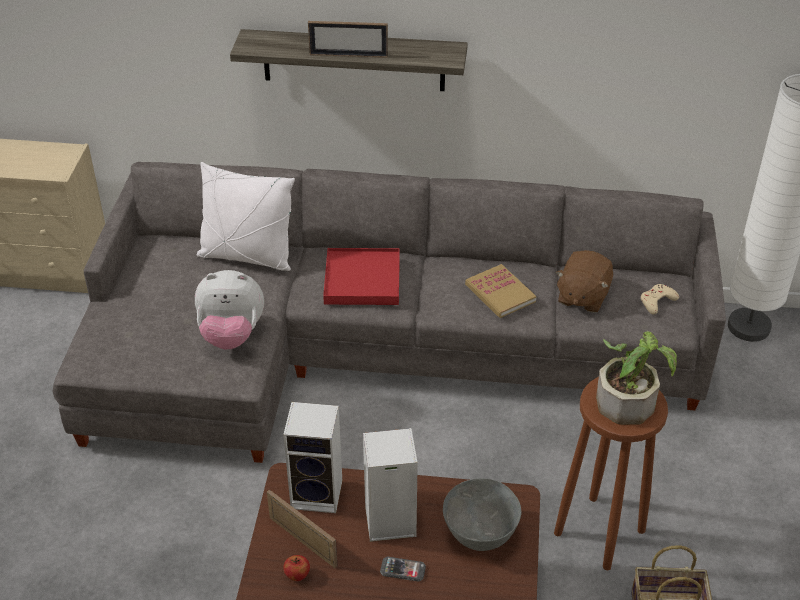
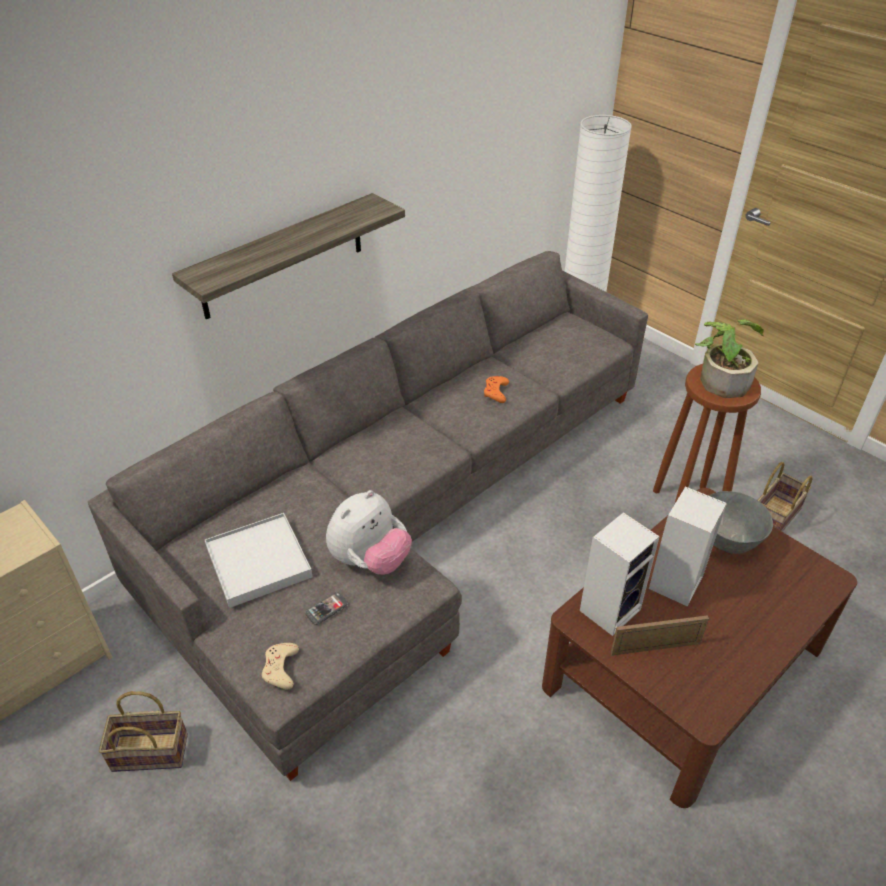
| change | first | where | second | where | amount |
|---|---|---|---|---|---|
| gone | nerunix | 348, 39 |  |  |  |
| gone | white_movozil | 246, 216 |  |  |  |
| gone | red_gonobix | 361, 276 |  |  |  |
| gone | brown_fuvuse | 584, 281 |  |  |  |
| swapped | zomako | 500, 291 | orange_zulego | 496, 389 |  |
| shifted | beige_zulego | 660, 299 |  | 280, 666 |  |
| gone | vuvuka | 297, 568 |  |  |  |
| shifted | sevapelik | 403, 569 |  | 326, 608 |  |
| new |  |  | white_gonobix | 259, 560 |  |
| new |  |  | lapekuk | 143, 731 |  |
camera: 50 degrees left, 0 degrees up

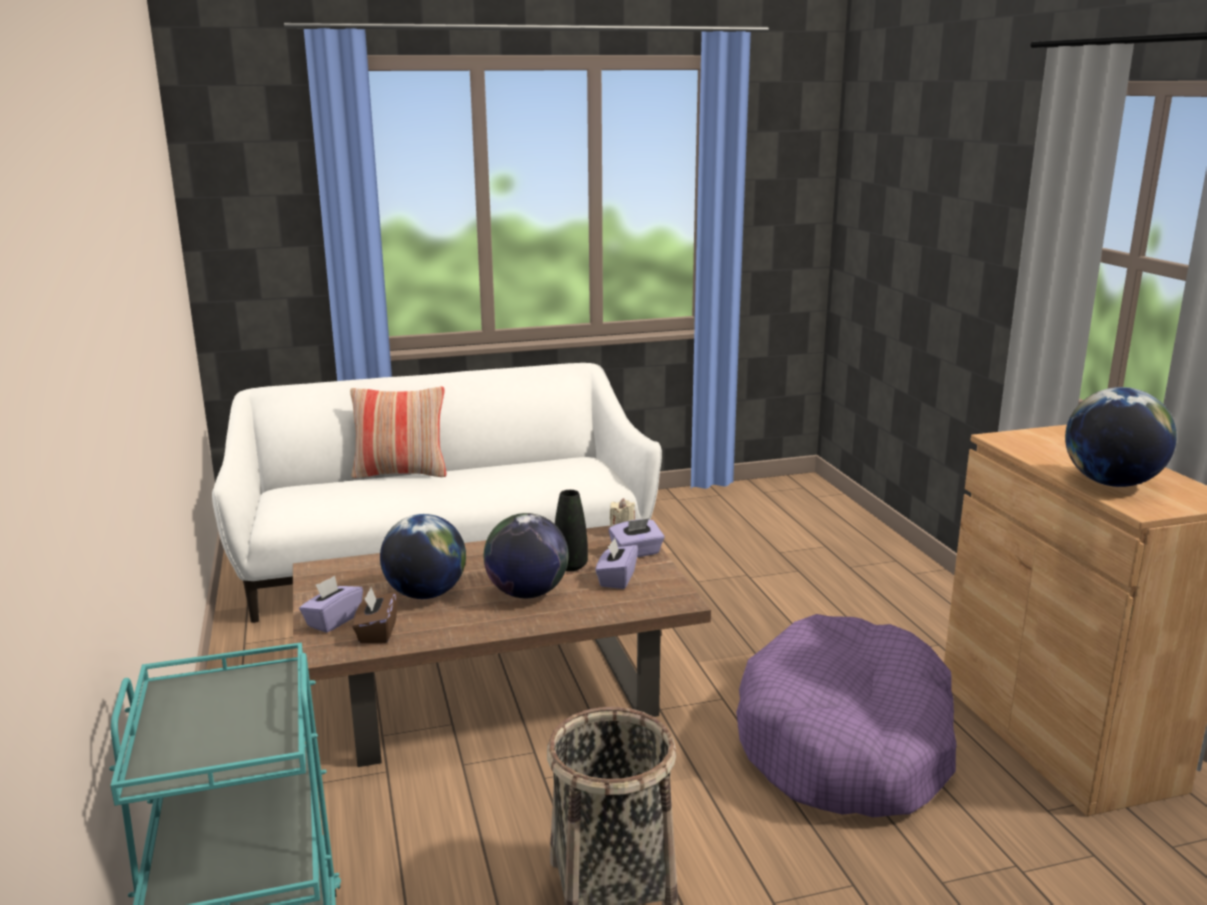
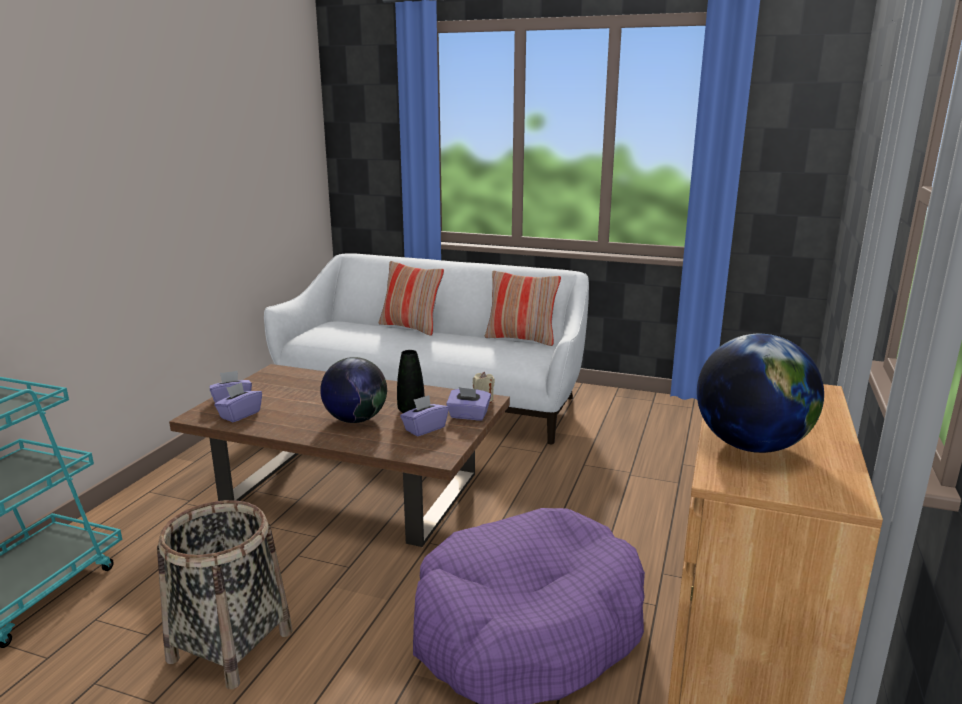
| change | first | where | second | where | amount |
|---|---|---|---|---|---|
| gone | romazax | 423, 556 |  |  |  |
| repainted | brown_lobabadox | 375, 615 | purple_lobabadox | 238, 402 |  |
| new |  |  | movozil | 523, 308 |  |
camera: 35 degrees right, 0 degrees up

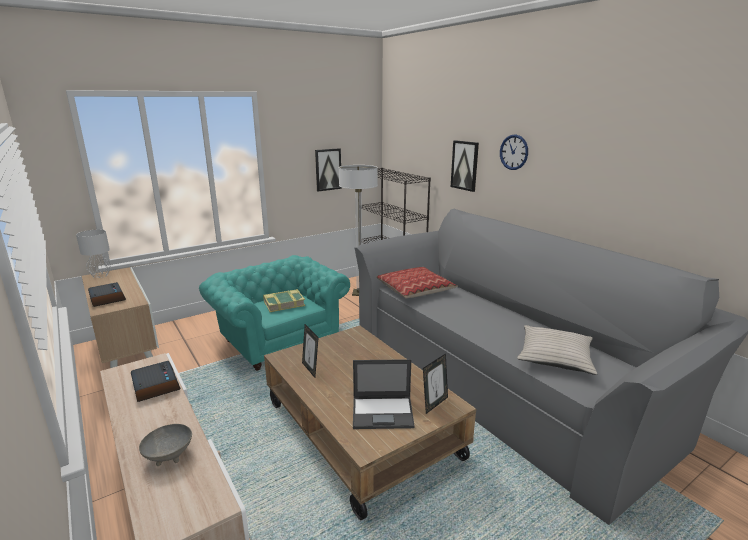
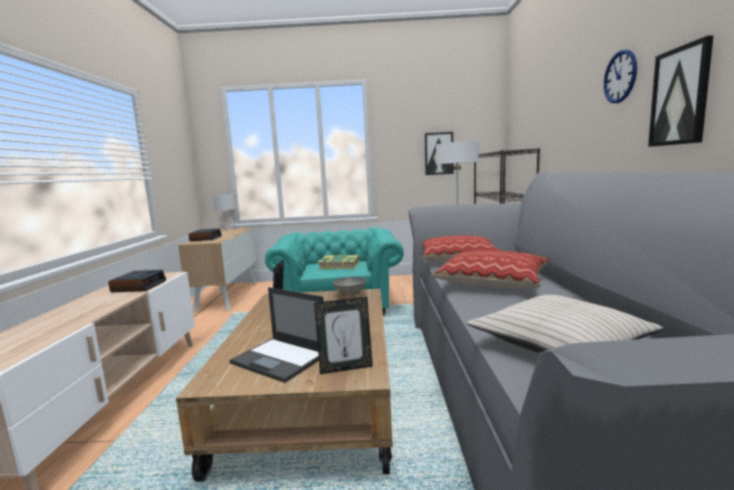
| change | first | where | second | where | amount |
|---|---|---|---|---|---|
| shifted | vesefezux | 465, 166 |  | 681, 91 |  |
| shifted | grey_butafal | 165, 445 |  | 349, 287 |  |
| new |  |  | movozil | 491, 269 |  |
camera: 35 degrees right, 10 degrees down

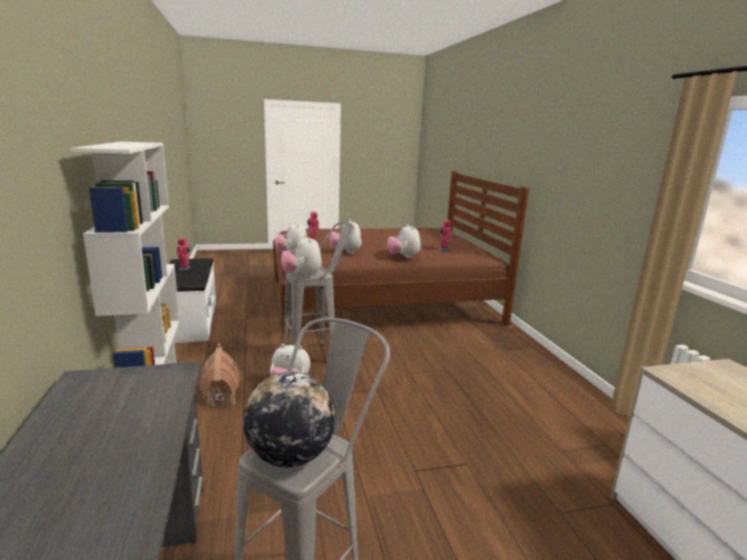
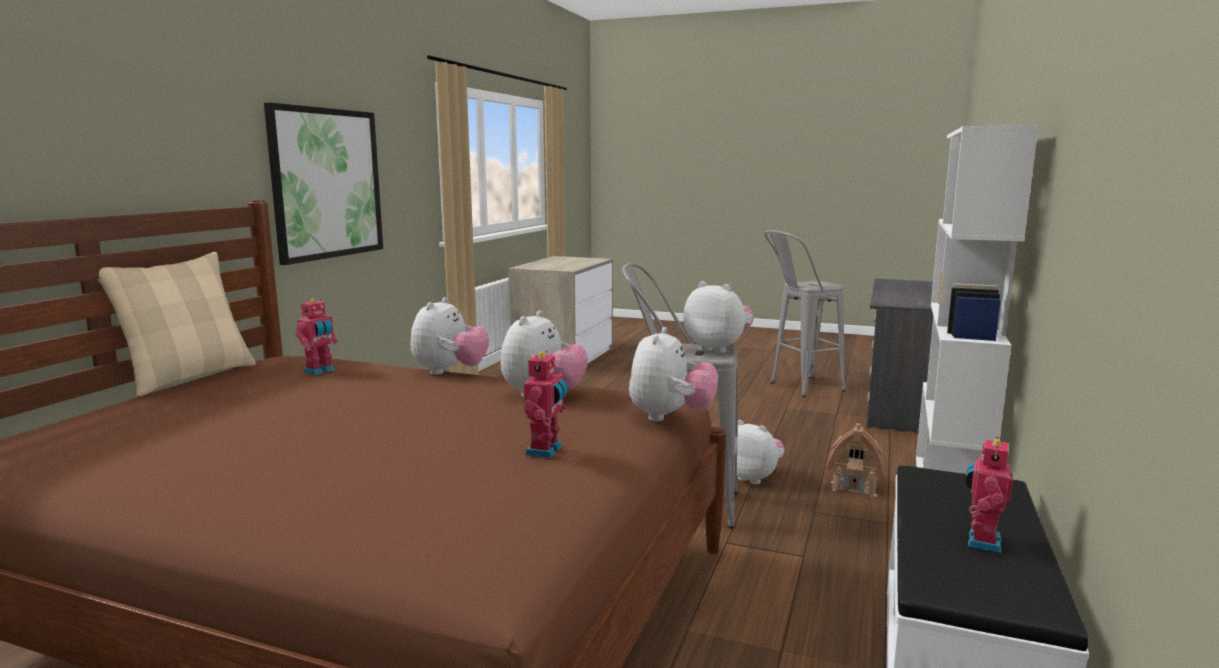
| change | first | where | second | where | amount |
|---|---|---|---|---|---|
| rotated | fuvuse | 301, 256 |  | 718, 317 | 60 degrees counterclockwise |
| gone | romazax | 289, 419 |  |  |  |
| new |  |  | vesefezux | 323, 183 |  |
| new |  |  | beige_movozil | 176, 324 |  |
camera: 145 degrees left, 5 degrees down

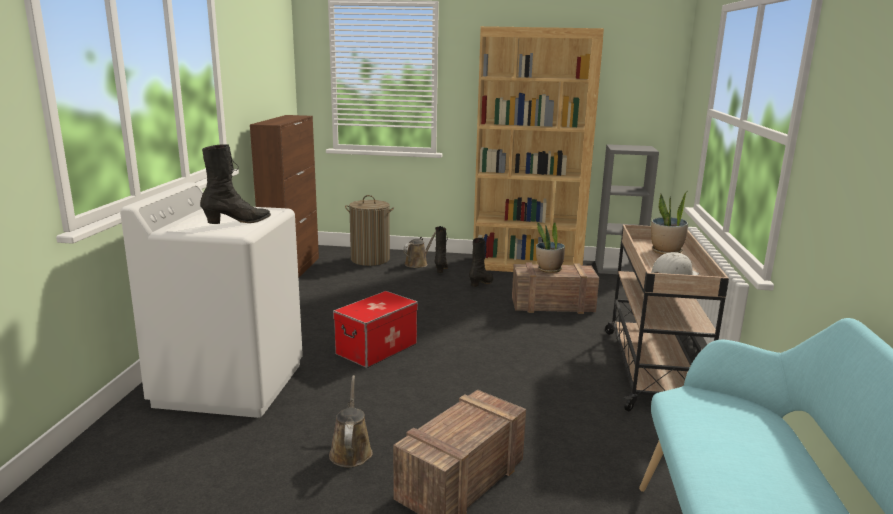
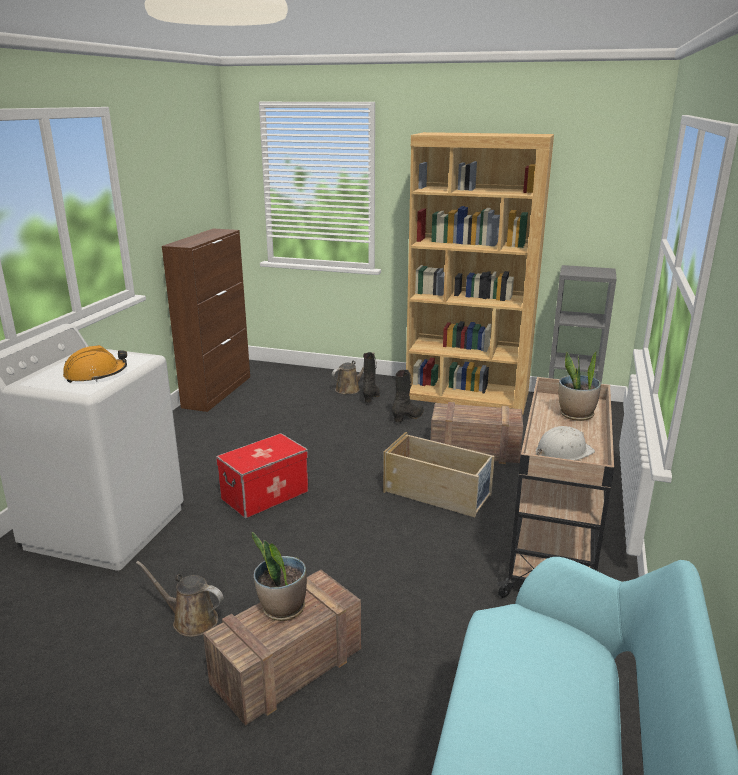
| change | first | where | second | where | amount |
|---|---|---|---|---|---|
| swapped | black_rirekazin | 235, 184 | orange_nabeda | 95, 364 |  |
| gone | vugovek | 369, 230 |  |  |  |
| shifted | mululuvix | 550, 247 |  | 279, 576 |  |
| rotated | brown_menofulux | 351, 421 |  | 180, 599 | 75 degrees counterclockwise |
| new |  |  | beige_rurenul | 439, 474 |  |
camera: 10 degrees right, 5 degrees up

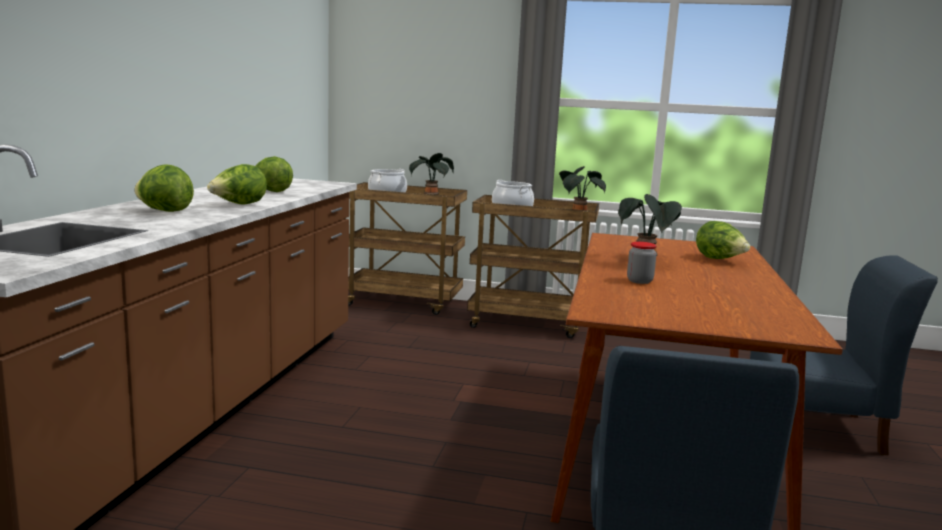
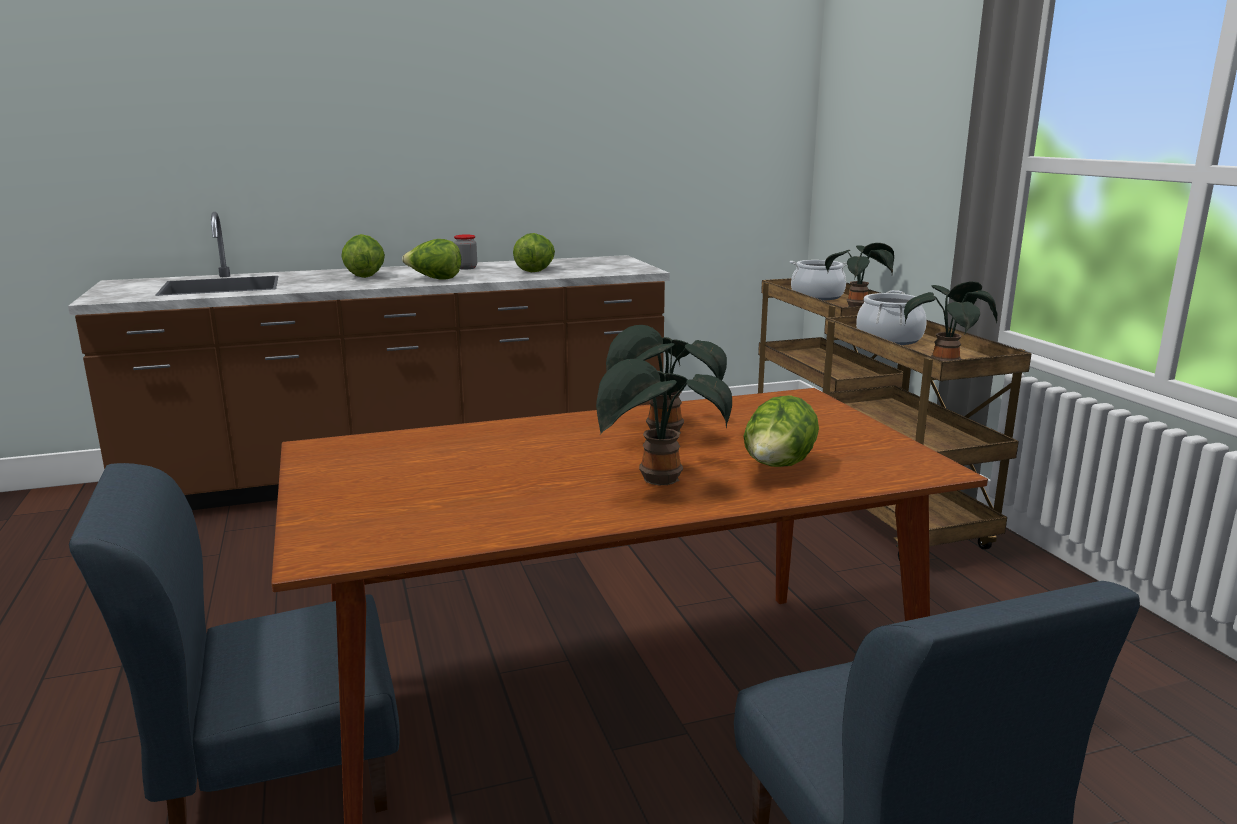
| change | first | where | second | where | amount |
|---|---|---|---|---|---|
| shifted | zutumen | 642, 263 |  | 465, 251 |  |
| new |  |  | mululuvix | 664, 422 |  |
camera: 60 degrees right, 5 degrees up

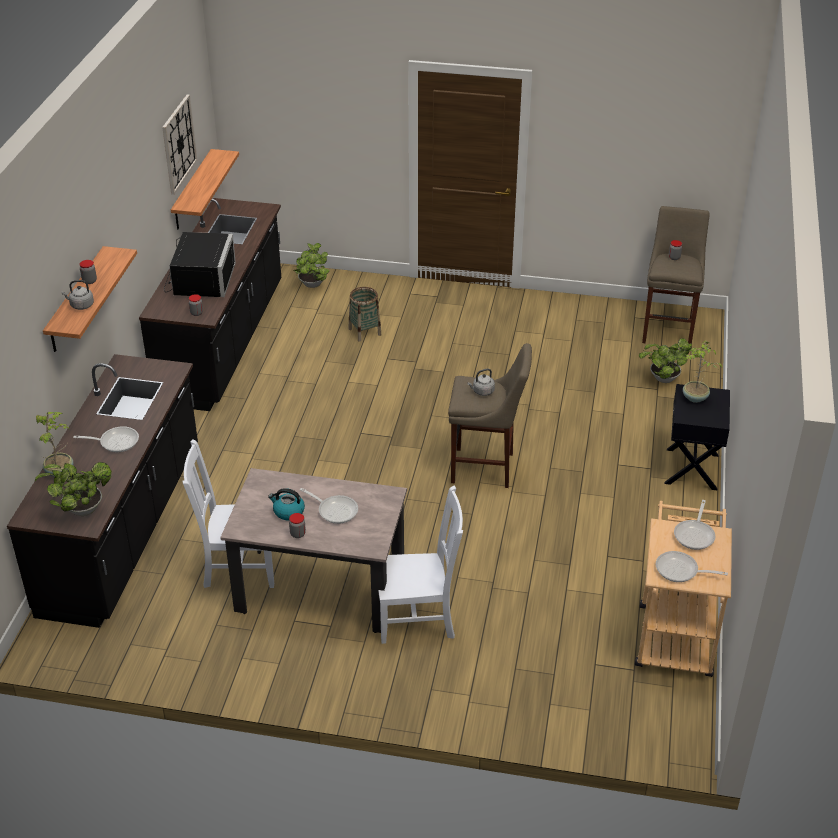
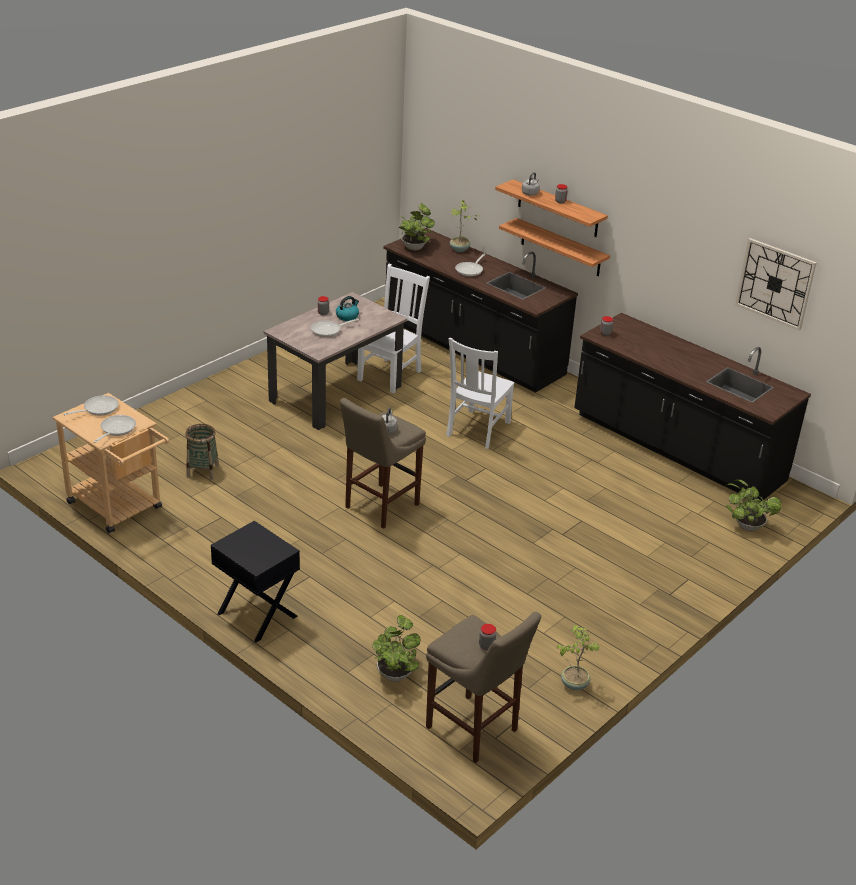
| change | first | where | second | where | amount |
|---|---|---|---|---|---|
| shifted | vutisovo | 205, 189 |  | 554, 247 |  |
| gone | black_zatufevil | 200, 264 |  |  |  |
| shifted | lapekuk | 364, 314 |  | 202, 452 |  |
| shifted | mululuvix | 702, 371 |  | 578, 658 |  |
| shifted | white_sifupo | 420, 565 |  | 480, 393 |  |
| rotated | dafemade | 695, 525 |  | 115, 429 | 60 degrees clockwise |
camera: 120 degrees right, 5 degrees down

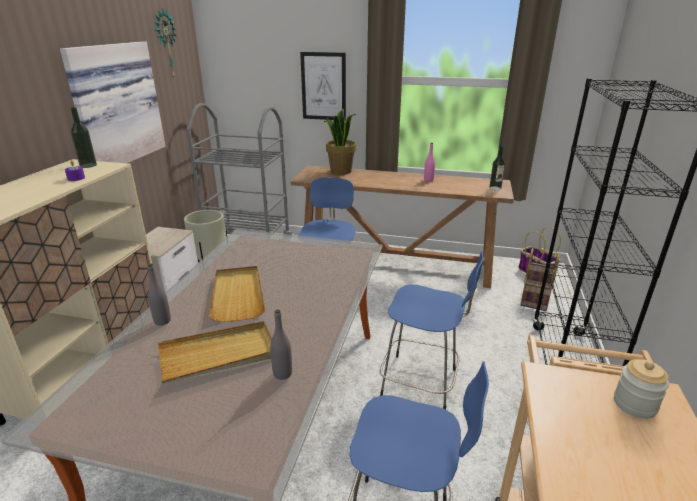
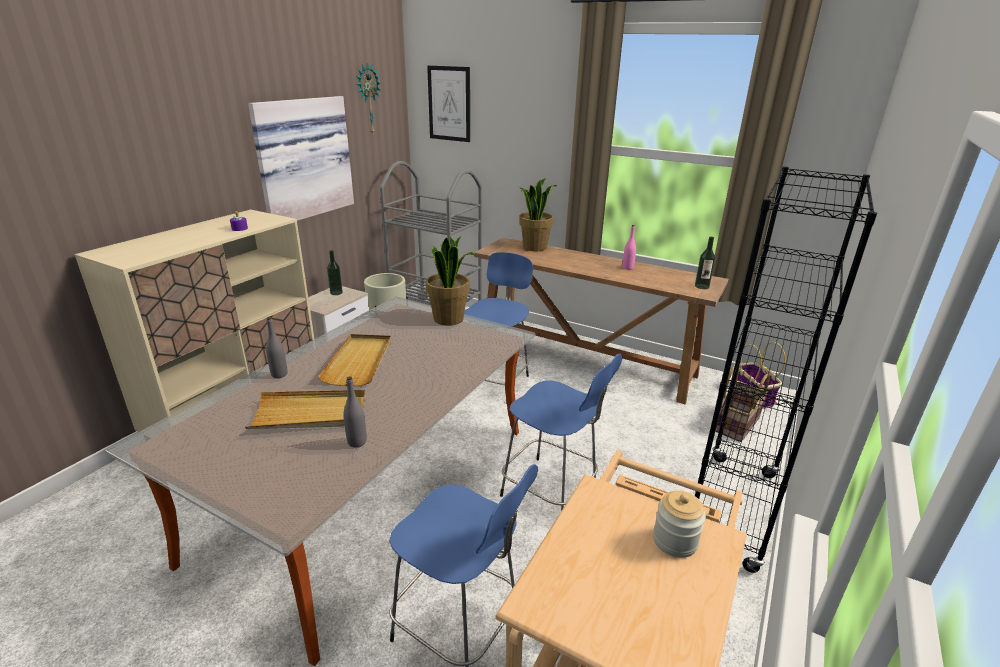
| change | first | where | second | where | amount |
|---|---|---|---|---|---|
| shifted | vesefezux | 323, 86 |  | 448, 104 |  |
| shifted | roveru | 83, 137 |  | 335, 272 |  |
| new |  |  | mululuvix | 451, 281 |  |
camera: 15 degrees right, 0 degrees up

